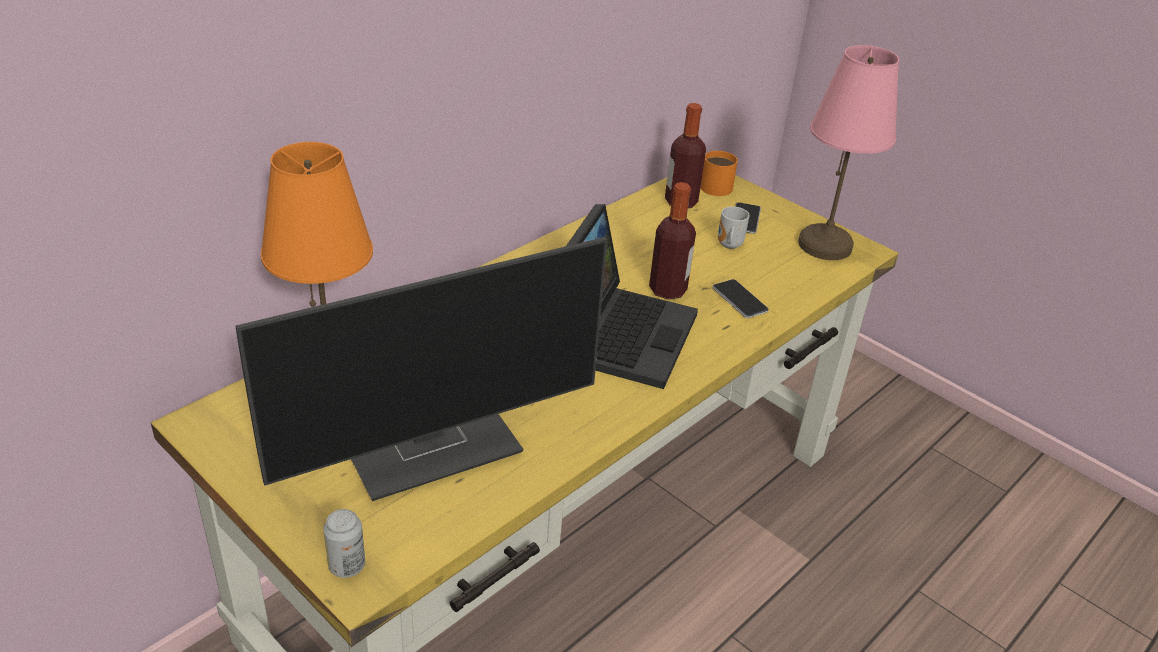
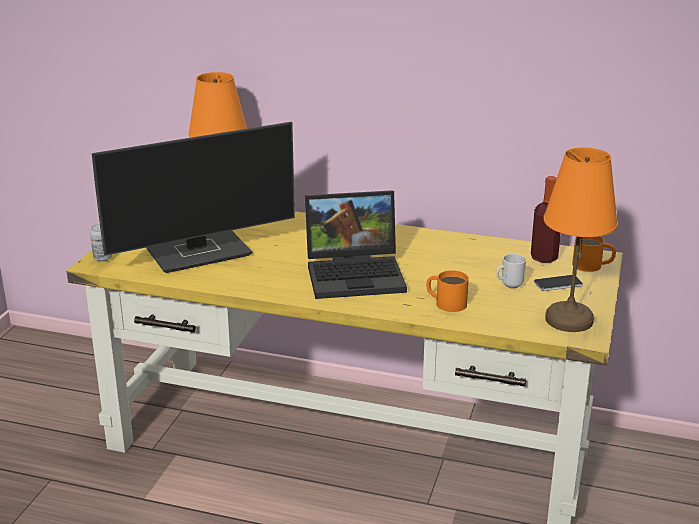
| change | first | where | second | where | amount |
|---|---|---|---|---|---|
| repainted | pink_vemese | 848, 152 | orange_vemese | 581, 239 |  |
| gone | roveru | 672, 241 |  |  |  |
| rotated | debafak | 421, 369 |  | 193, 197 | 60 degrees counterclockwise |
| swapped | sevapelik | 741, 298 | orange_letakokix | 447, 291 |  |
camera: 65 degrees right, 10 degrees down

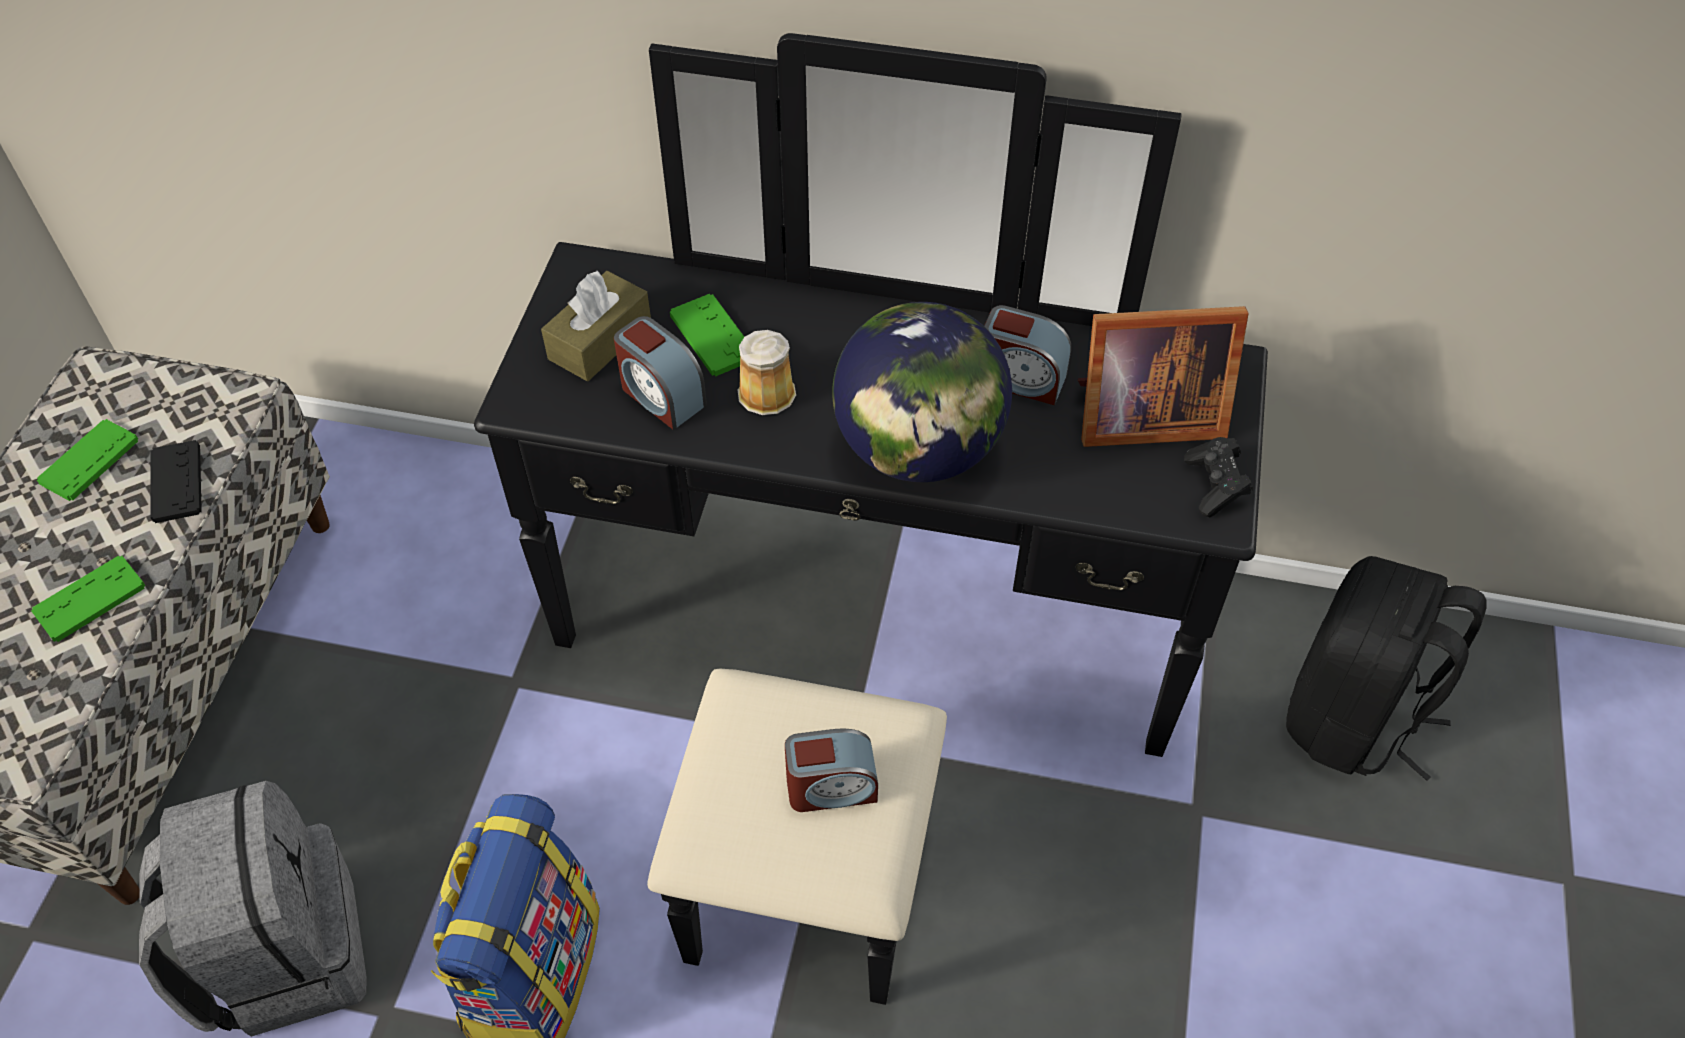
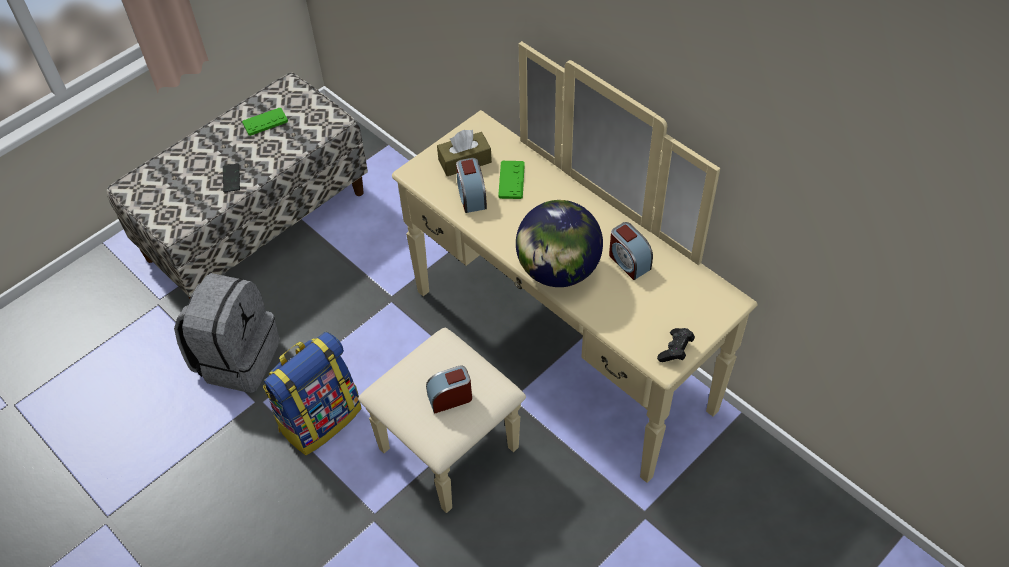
| change | first | where | second | where | amount |
|---|---|---|---|---|---|
| repainted | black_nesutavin | 871, 519 | beige_nesutavin | 558, 277 |  |
| gone | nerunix | 1163, 376 |  |  |  |
| gone | letakokix | 766, 372 |  |  |  |
| gone | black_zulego | 176, 481 |  |  |  |
| swapped | green_zulego | 88, 598 | sevapelik | 231, 178 |  |
| gone | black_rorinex | 1386, 668 |  |  |  |
| rotated | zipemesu | 831, 770 |  | 449, 389 | 135 degrees clockwise |
camera: 35 degrees right, 0 degrees up

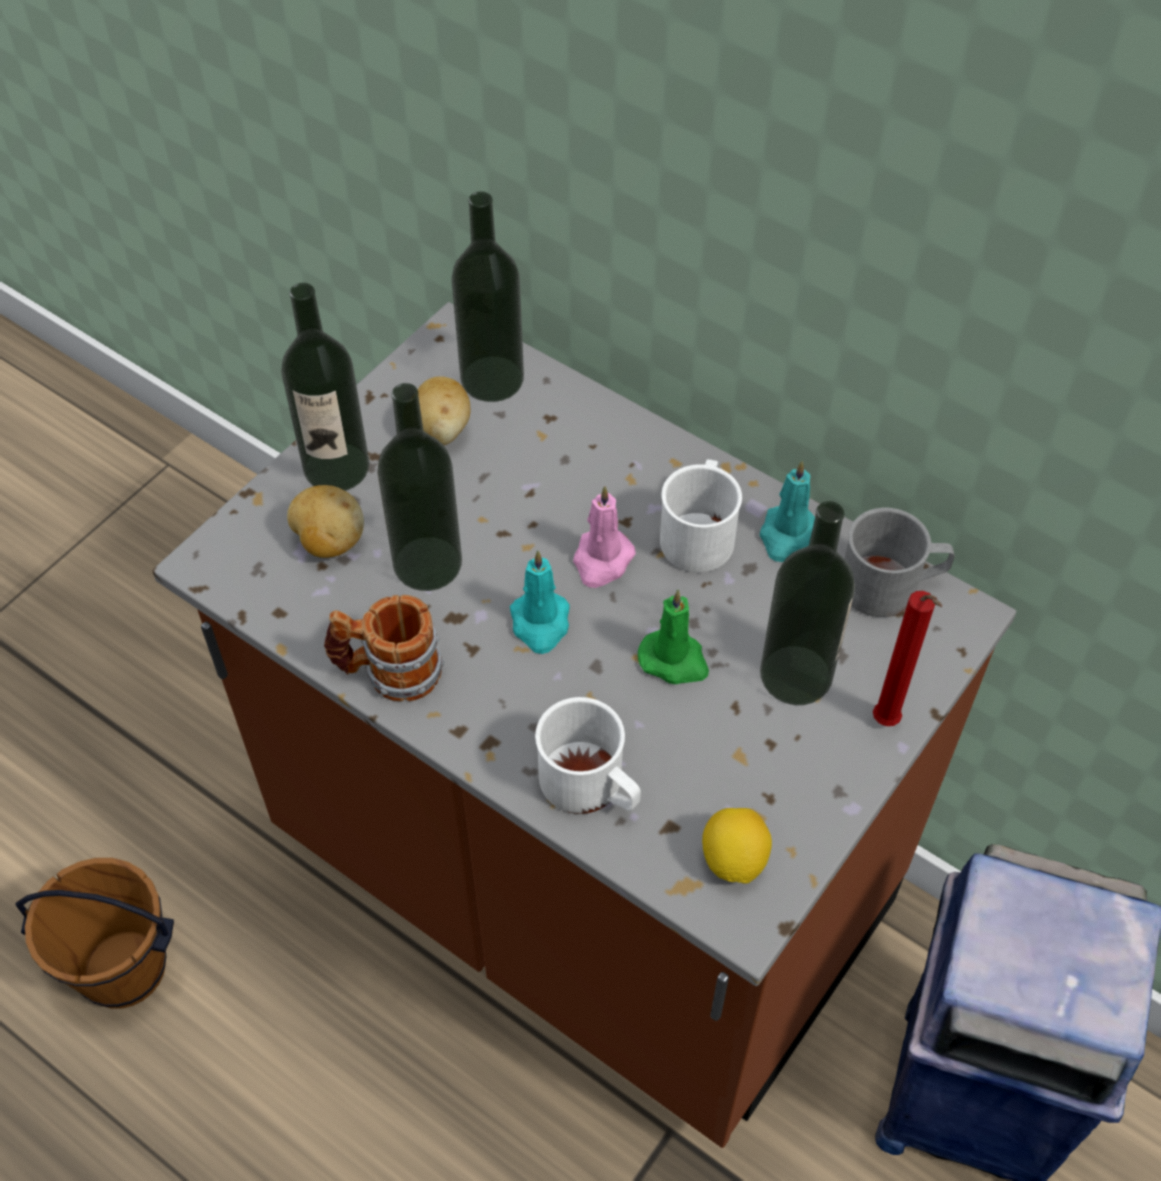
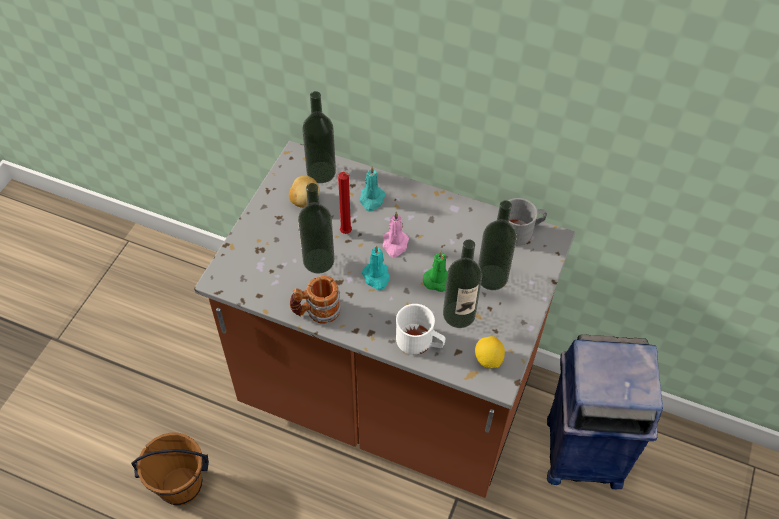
| change | first | where | second | where | amount |
|---|---|---|---|---|---|
| shifted | roveru | 325, 387 |  | 462, 283 |  |
| gone | white_letakokix | 701, 515 |  |  |  |
| shifted | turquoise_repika | 787, 511 |  | 373, 188 |  |
| gone | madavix | 325, 521 |  |  |  |
| shifted | red_repika | 907, 658 |  | 345, 203 |  |
camera: 15 degrees left, 0 degrees up

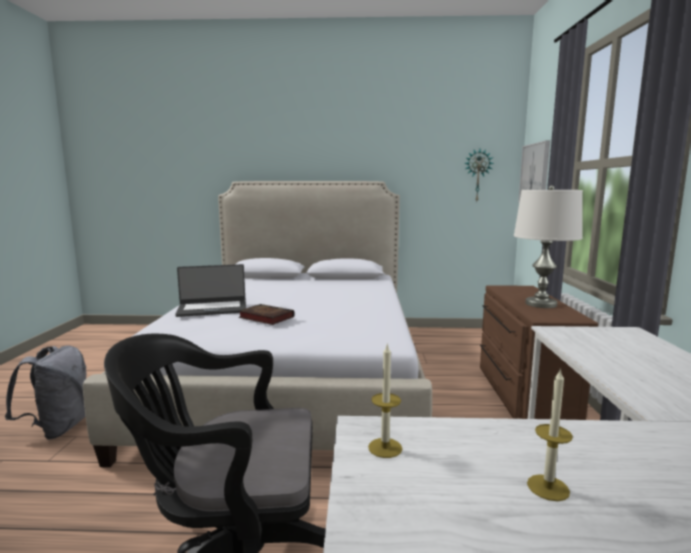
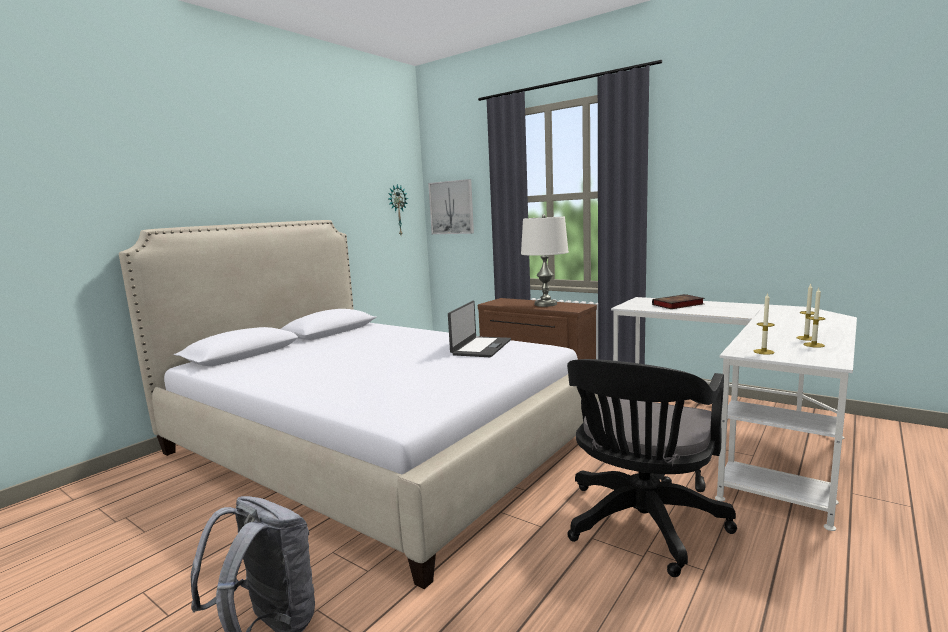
| change | first | where | second | where | amount |
|---|---|---|---|---|---|
| shifted | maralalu | 210, 290 |  | 479, 329 |  |
| shifted | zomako | 266, 314 |  | 678, 301 |  |
| new |  |  | repika | 814, 318 |  |
camera: 55 degrees left, 0 degrees up

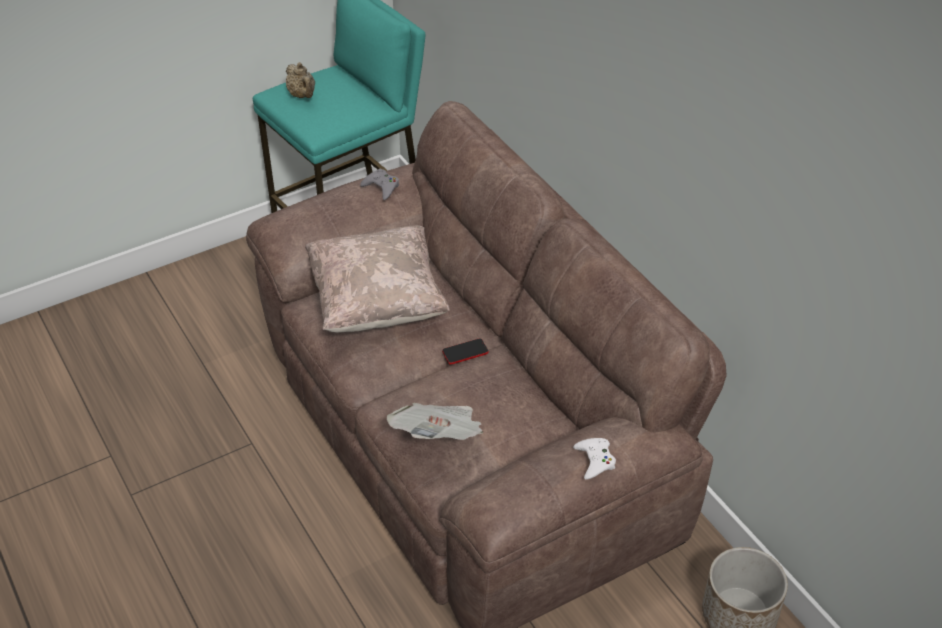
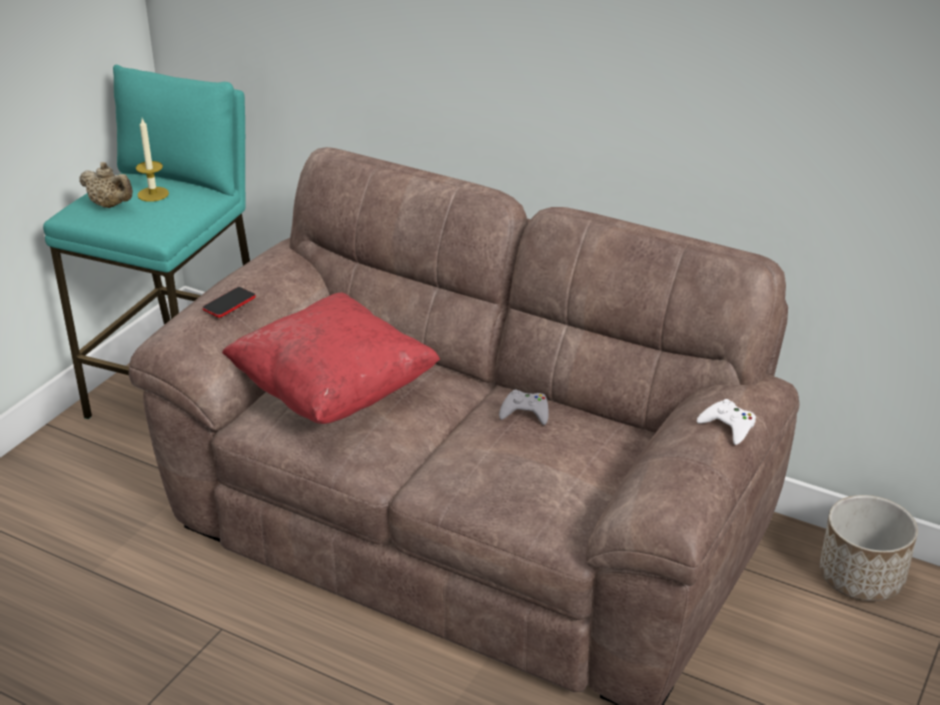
| change | first | where | second | where | amount |
|---|---|---|---|---|---|
| shifted | grey_zulego | 379, 184 |  | 524, 407 |  |
| repainted | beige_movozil | 377, 278 | red_movozil | 331, 358 |  |
| shifted | sevapelik | 465, 351 |  | 229, 302 |  |
| gone | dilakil | 435, 421 |  |  |  |
| new |  |  | repika | 152, 160 |  |
camera: 30 degrees left, 10 degrees down

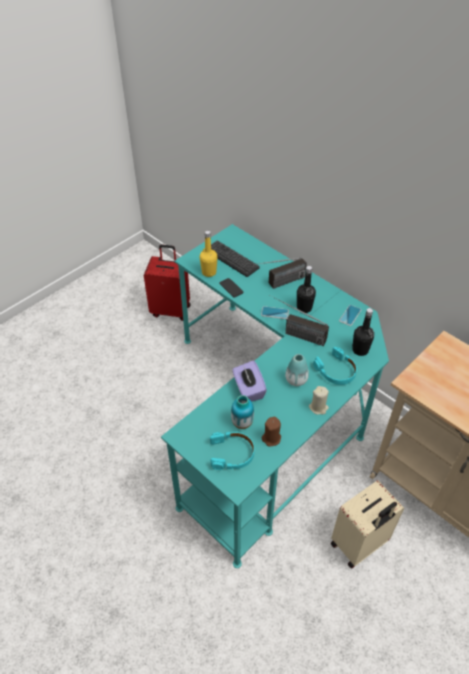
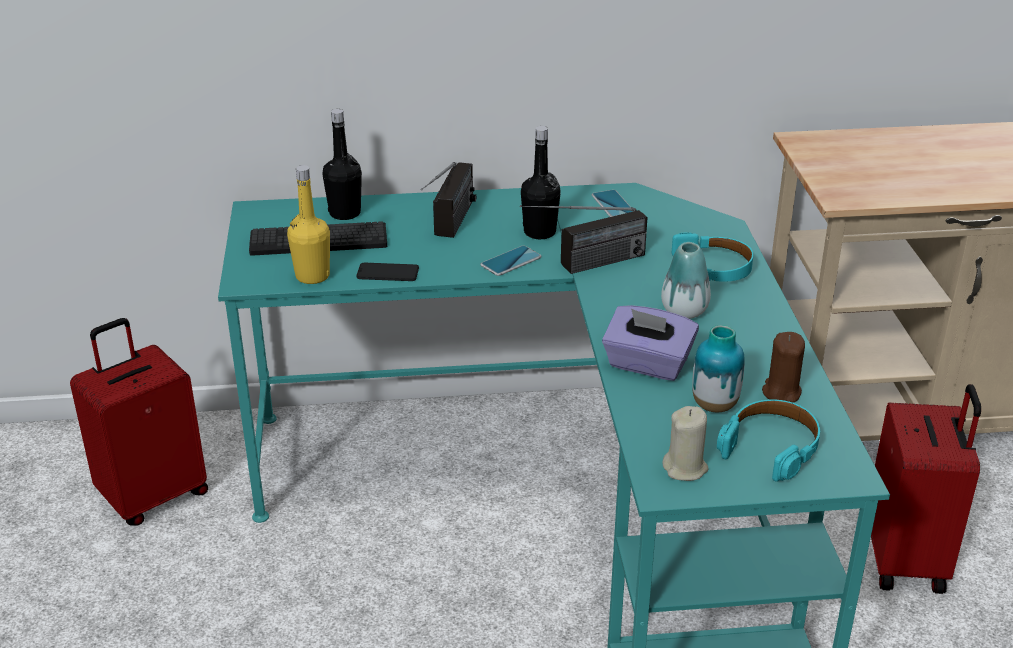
| change | first | where | second | where | amount |
|---|---|---|---|---|---|
| shifted | black_roveru | 363, 332 |  | 342, 164 |  |
| shifted | beige_repika | 319, 400 |  | 685, 443 |  |
| repainted | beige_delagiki | 367, 524 | red_delagiki | 926, 489 |  |
camera: 50 degrees left, 15 degrees down

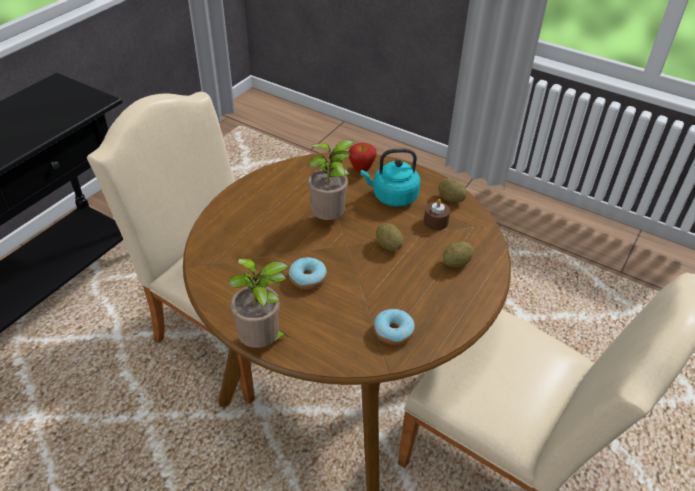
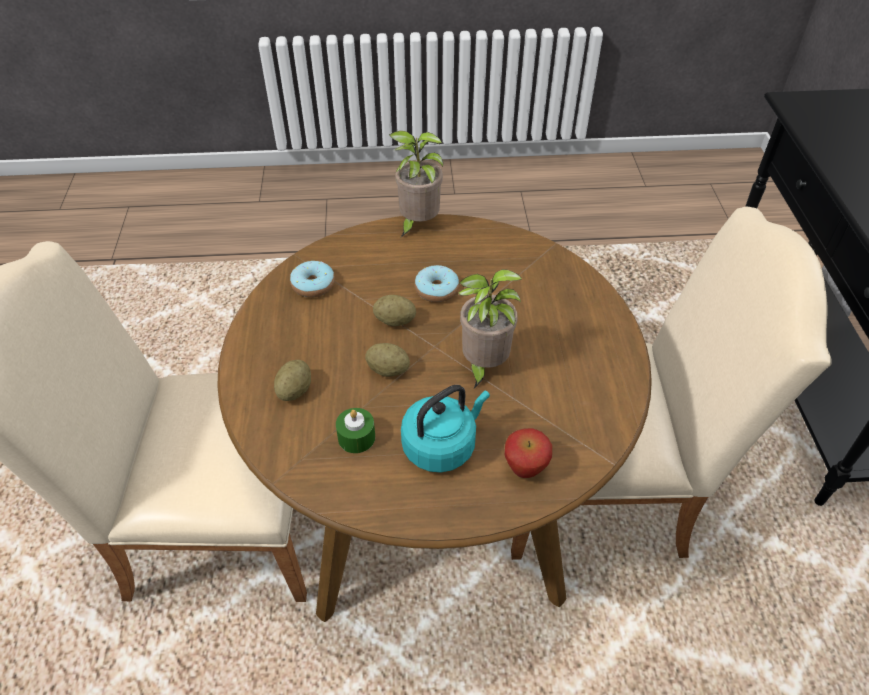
| change | first | where | second | where | amount |
|---|---|---|---|---|---|
| shifted | madavix | 452, 190 |  | 394, 311 |  |
| repainted | brown_repika | 437, 214 | green_repika | 355, 430 |  |
camera: 145 degrees right, 5 degrees up

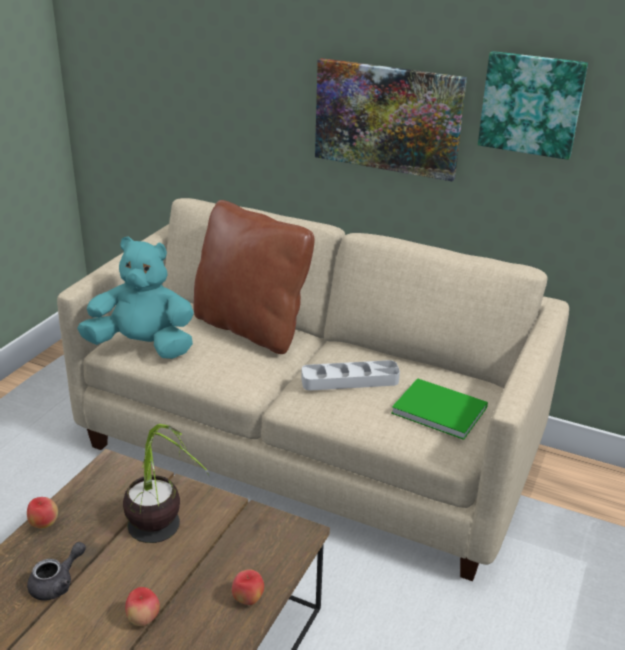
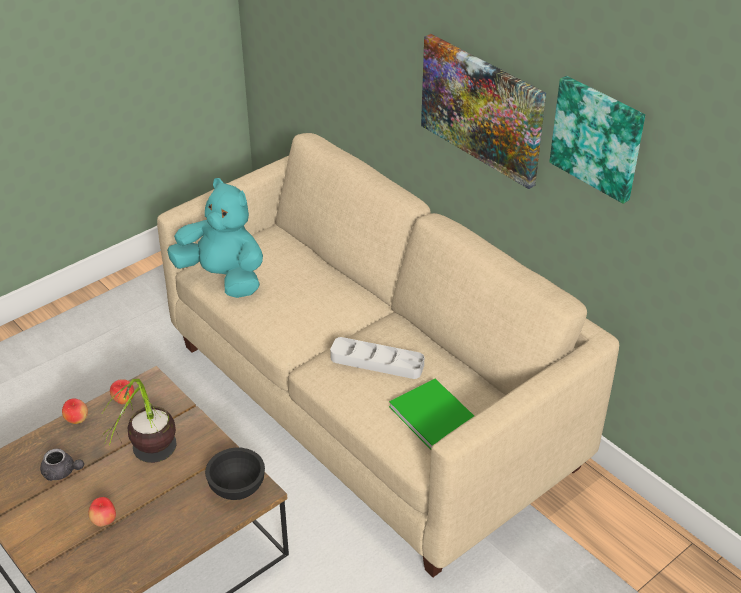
| change | first | where | second | where | amount |
|---|---|---|---|---|---|
| gone | brown_movozil | 254, 277 |  |  |  |
| rotated | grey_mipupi | 56, 571 |  | 62, 465 | 45 degrees clockwise |
| shifted | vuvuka | 248, 587 |  | 122, 391 |  |
| new |  |  | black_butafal | 235, 474 |  |
camera: 25 degrees right, 10 degrees up

